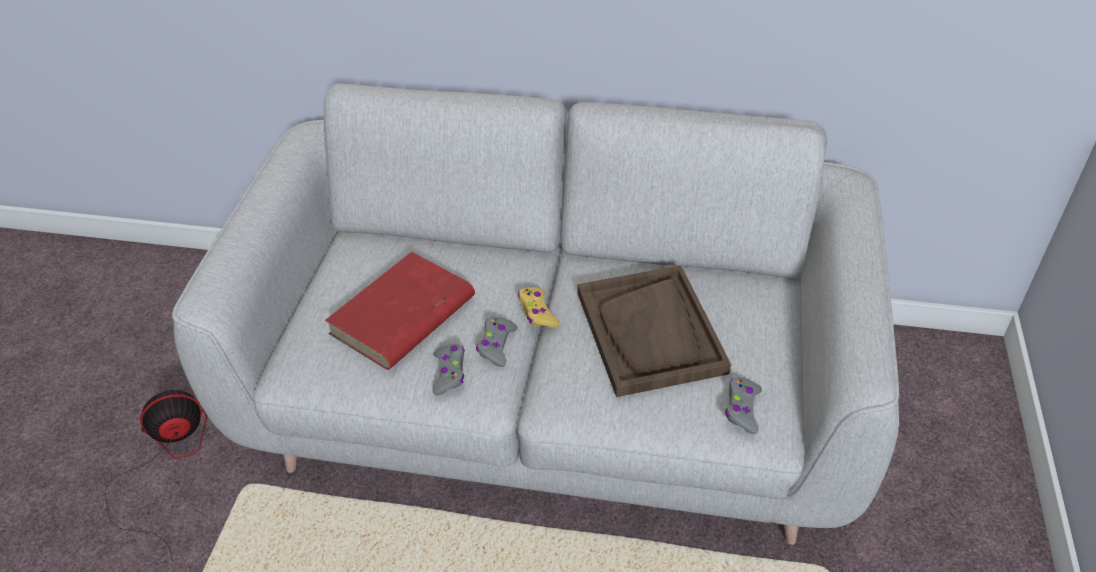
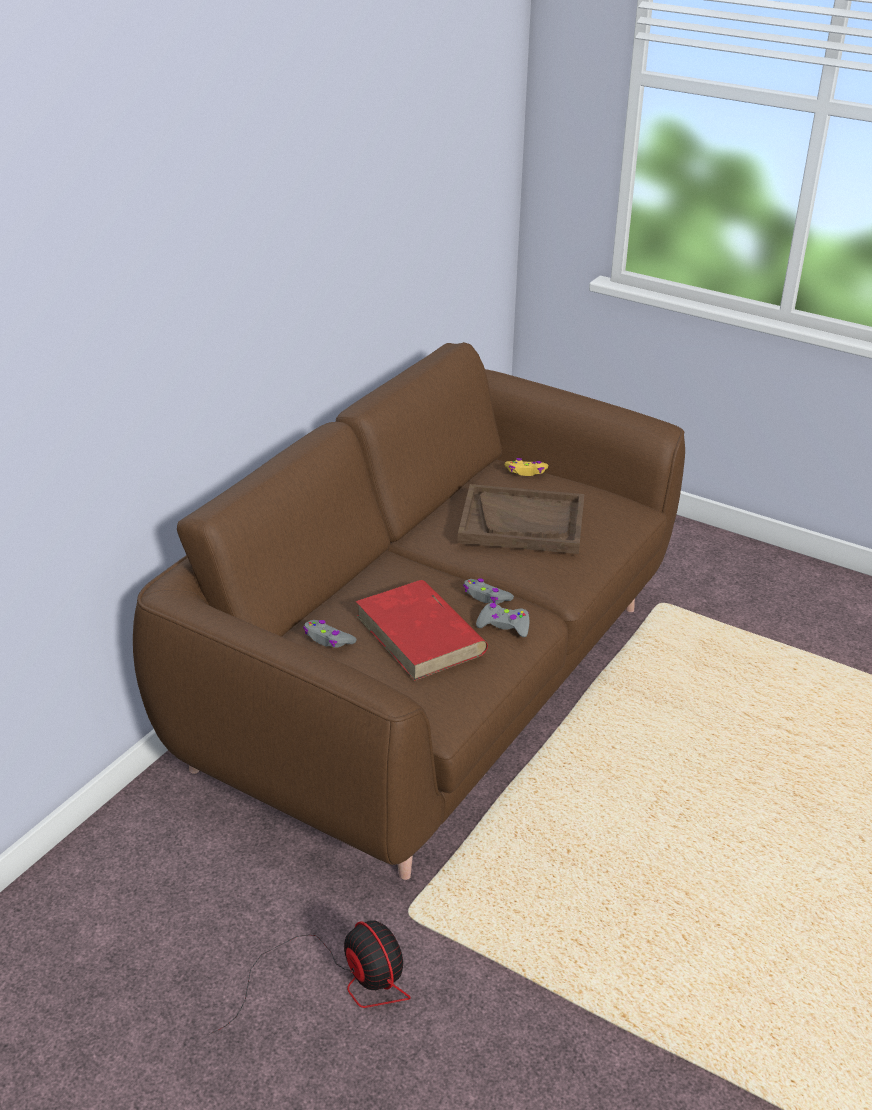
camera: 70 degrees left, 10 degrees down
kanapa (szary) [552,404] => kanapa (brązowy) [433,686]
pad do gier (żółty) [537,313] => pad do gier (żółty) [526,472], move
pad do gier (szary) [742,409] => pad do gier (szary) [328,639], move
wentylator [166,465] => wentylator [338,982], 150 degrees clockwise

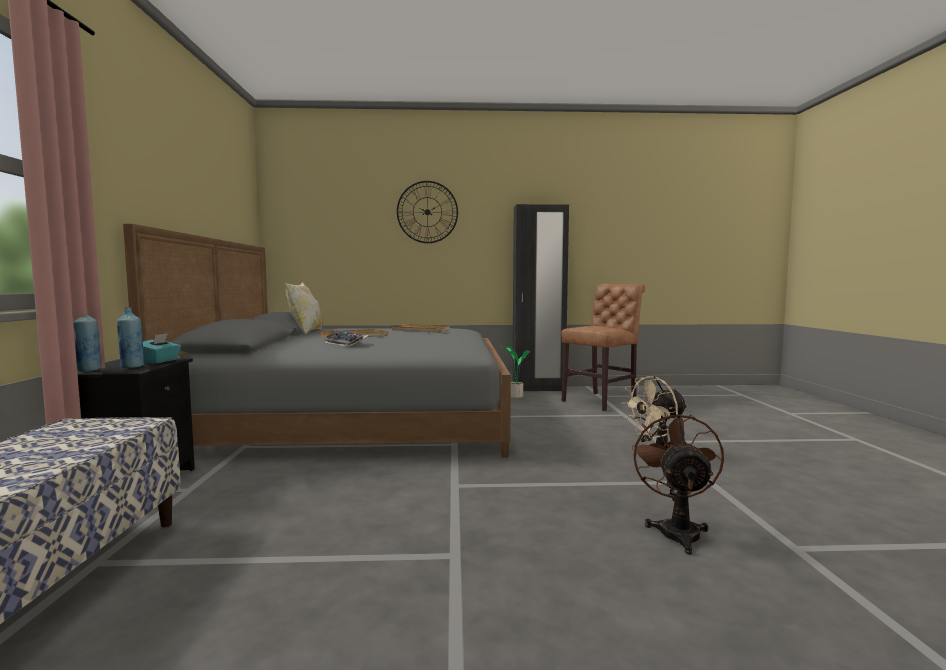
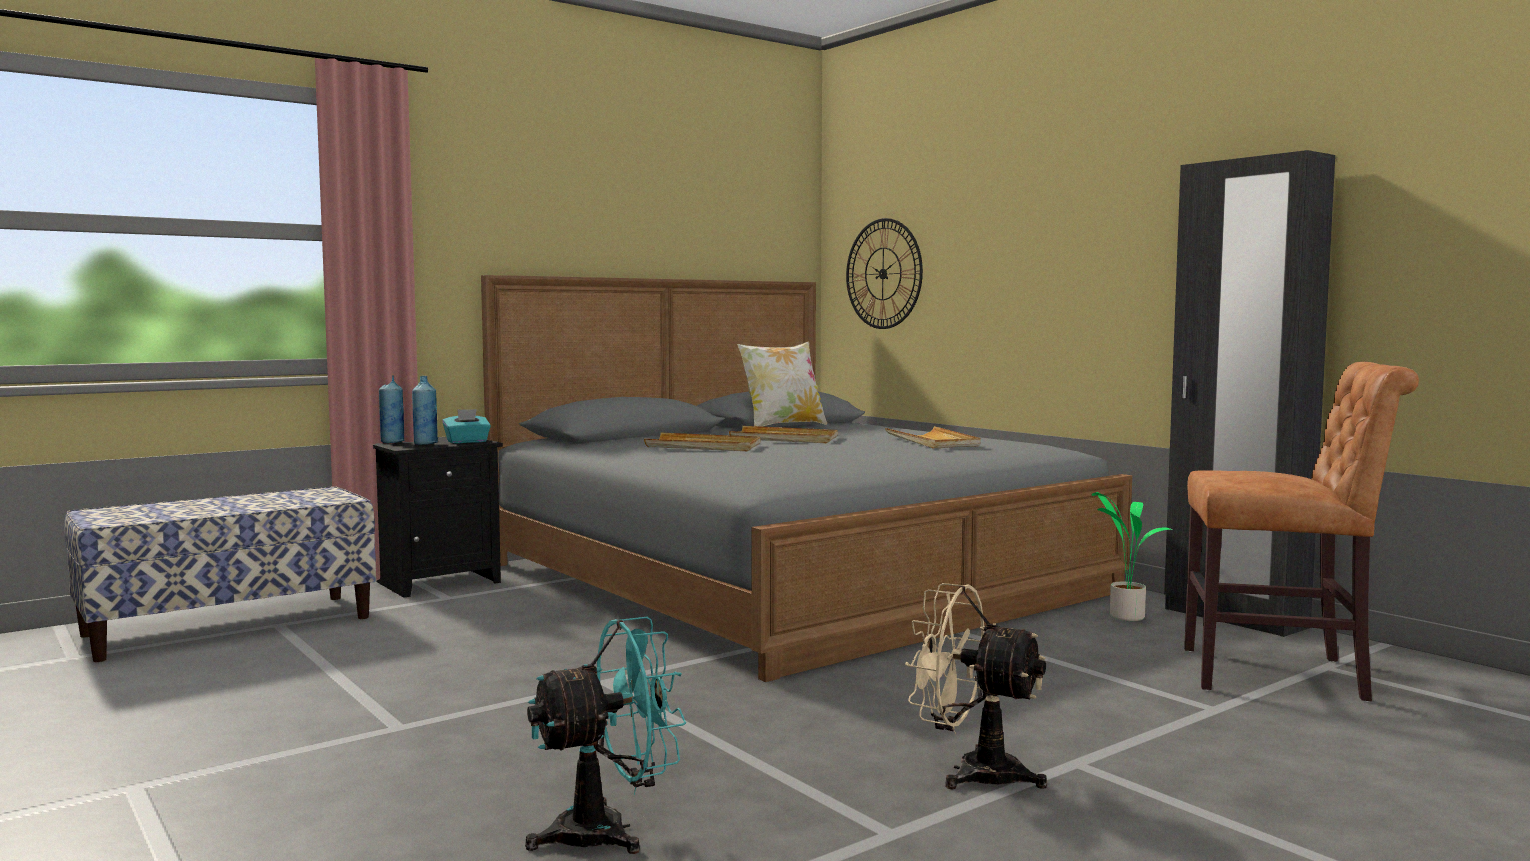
camera: 55 degrees right, 0 degrees up
zegar ścienny [427,212] => zegar ścienny [883,274], move
klawiatura [346,343] => taca (beżowy) [703,447]
wentylator (brązowy) [677,530] => wentylator (turkusowy) [609,831]

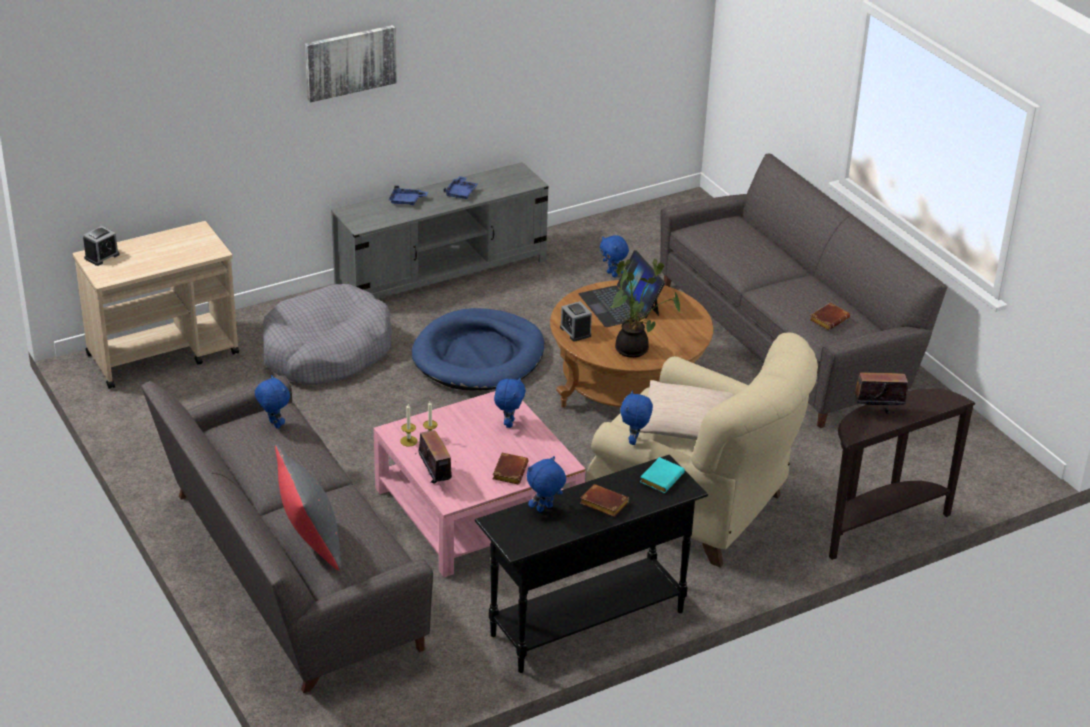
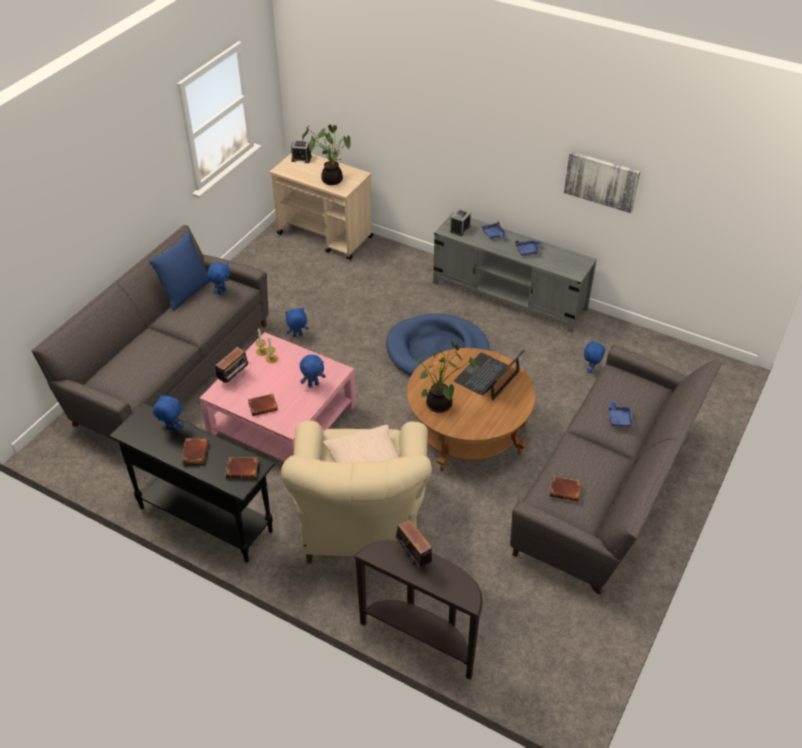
camera: 60 degrees right, 10 degrees up
obraz [350,62] => obraz [601,181], move
legowisko (szary) [326,351] => nothing
budzik [575,331] => budzik [460,229], move
pluszak (niebieski) [634,441] => pluszak (niebieski) [297,336], move
poduszka (szary) [310,541] => nothing
książka (turkusowy) [661,478] => książka (brązowy) [243,469]
nothing => roślina doniczkowa [331,179]
nothing => poduszka (niebieski) [185,292]
nothing => taca (niebieski) [619,418]

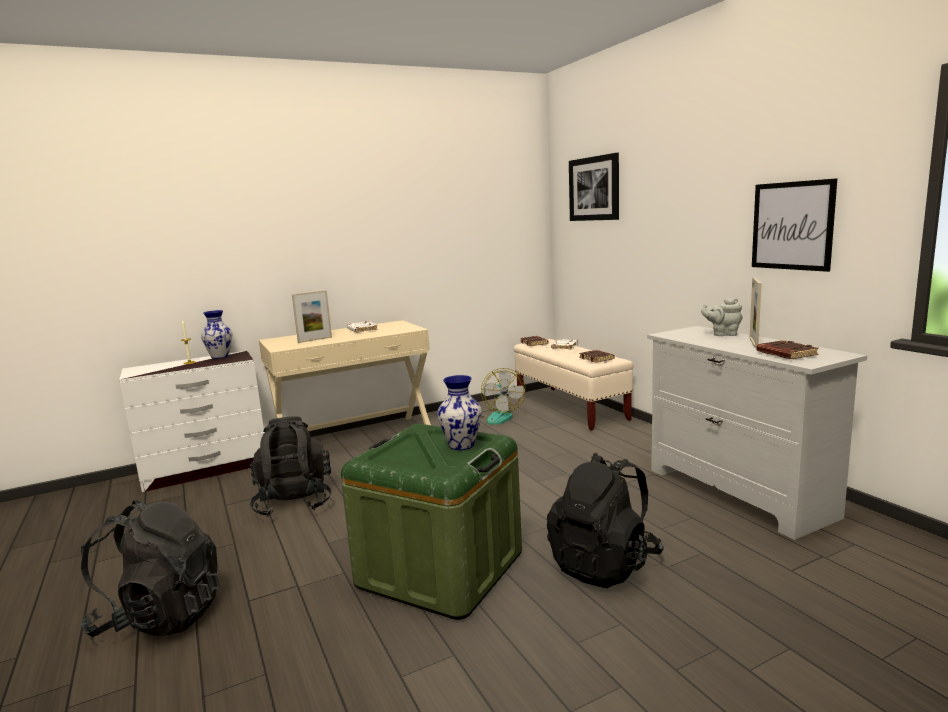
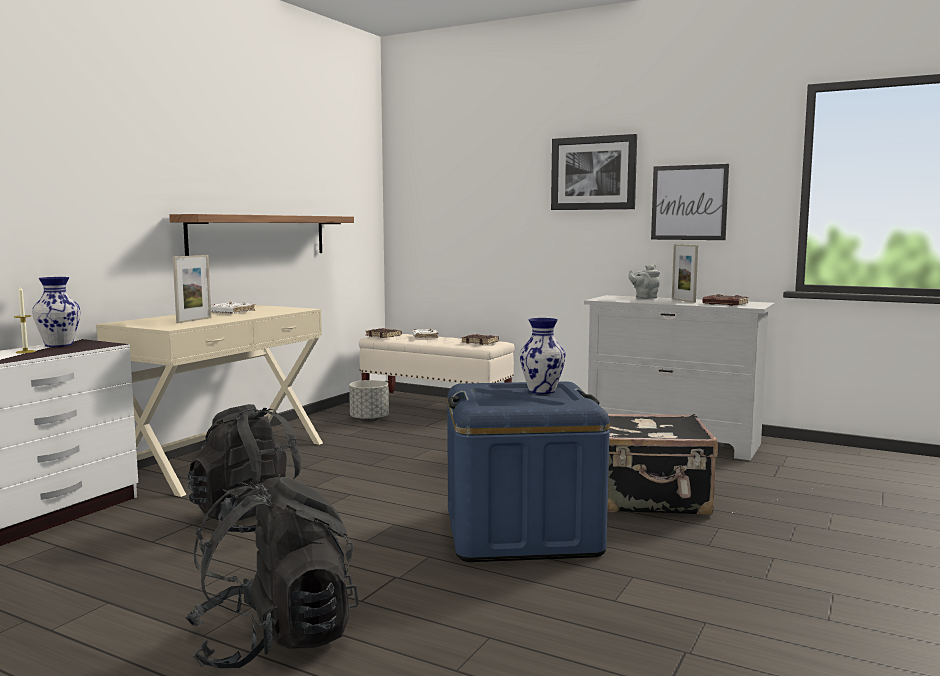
camera: 35 degrees left, 5 degrees down
obraz [594,188] => obraz [593,173], move
wentylator [498,416] => donica (szary) [369,419]
pojemnik do przechowywania (zielony) [440,569] => pojemnik do przechowywania (niebieski) [521,532]
plecak (czarny) [604,565] => walizka (czarny) [651,499]
nothing => półka [259,235]

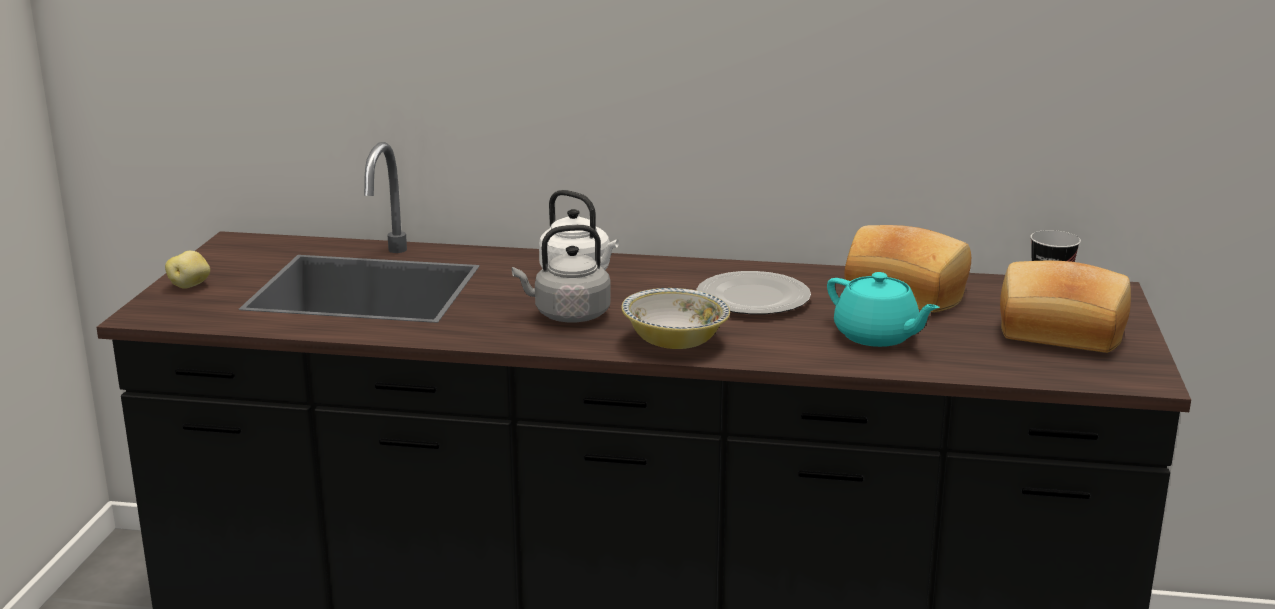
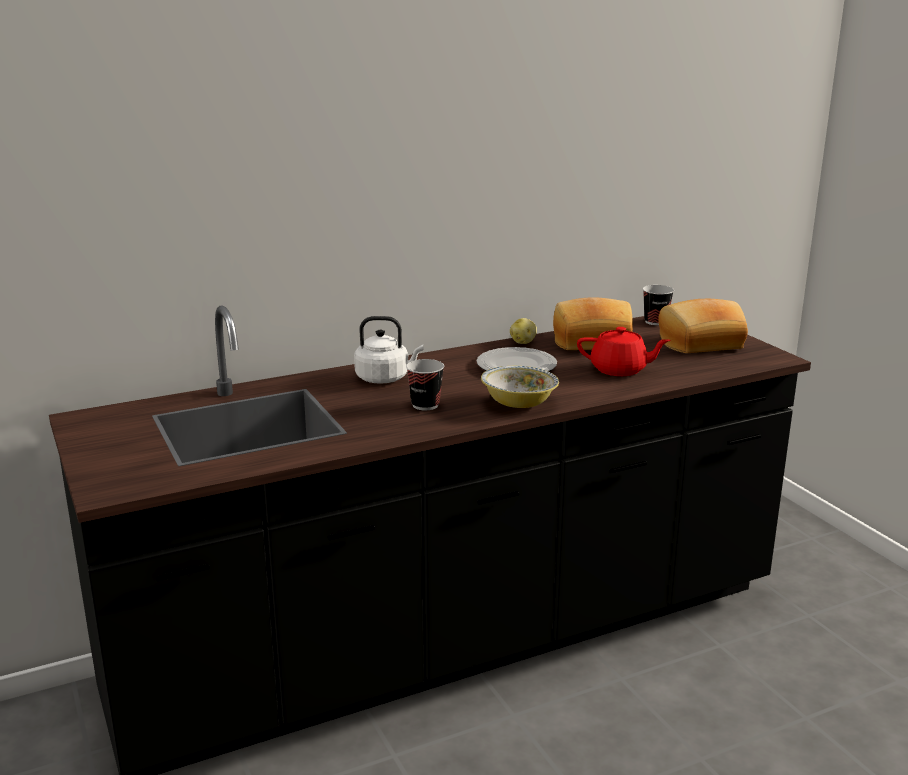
camera: 35 degrees left, 0 degrees up
czajnik (szary) [568,315] => filiżanka [425,405]
ziemniak [190,286] => ziemniak [523,342], move
imbryk (turkusowy) [877,336] => imbryk (czerwony) [620,370]

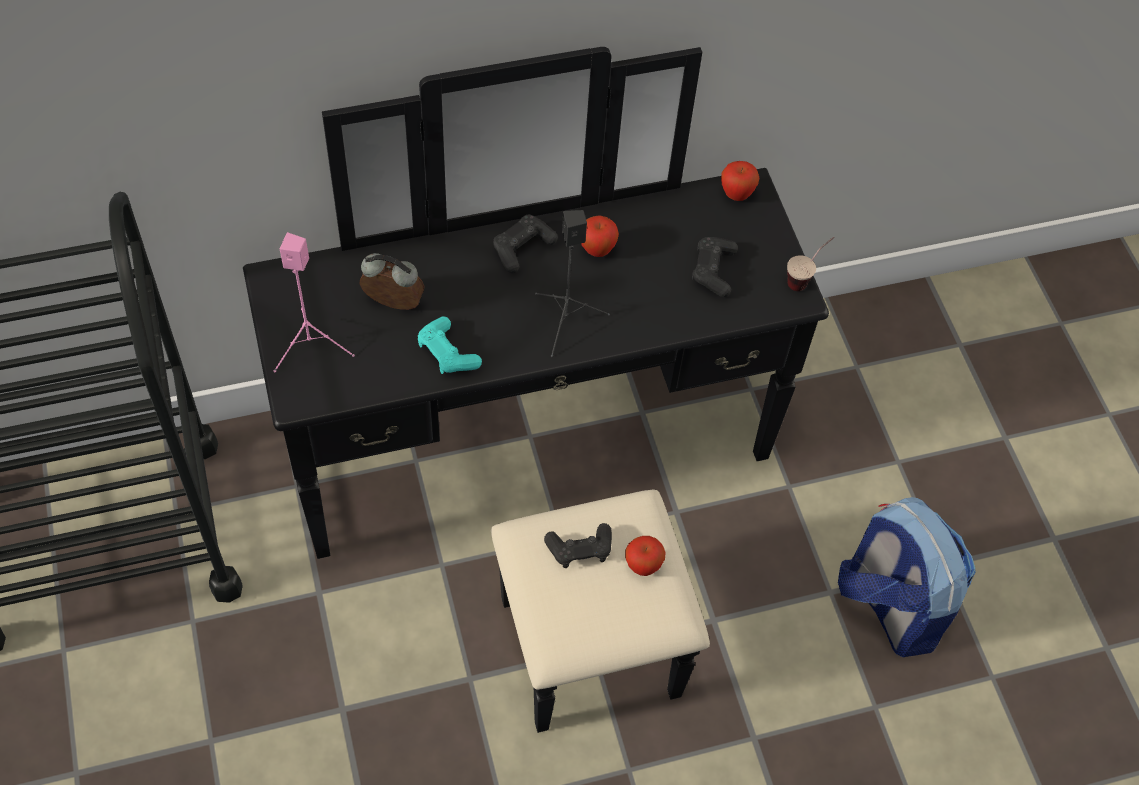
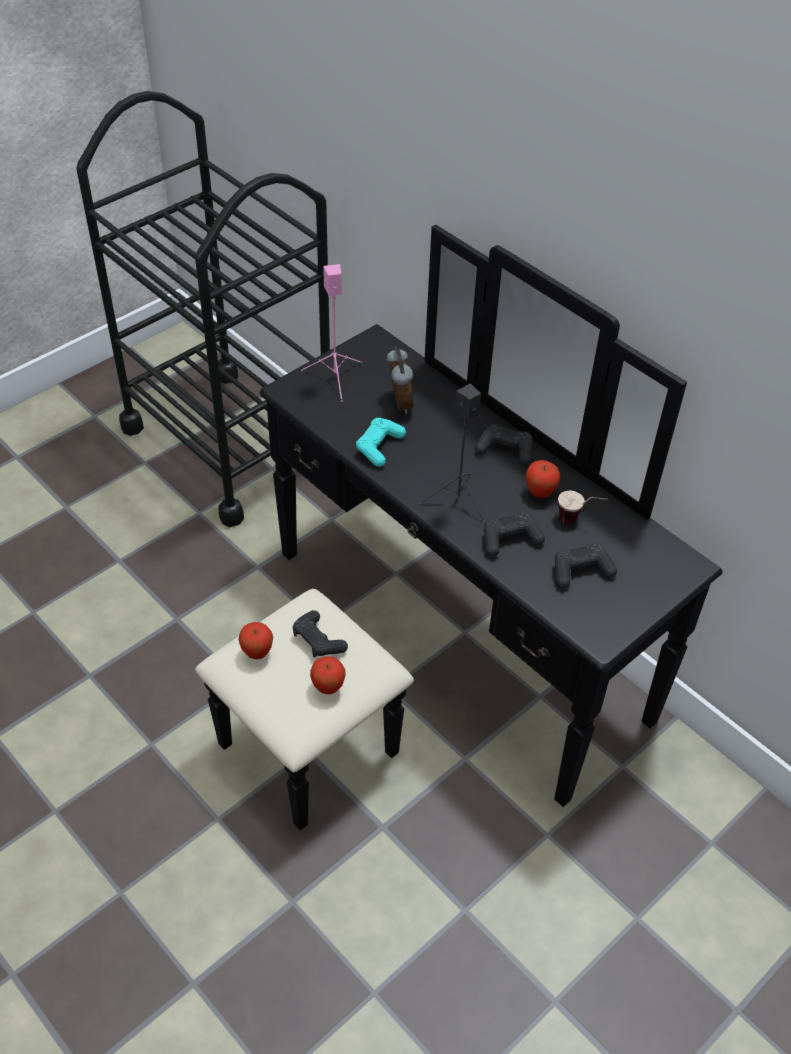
camera: 65 degrees right, 10 degrees down
jabłko [736,195] => jabłko [257,652], move
filiżanka [805,278] => filiżanka [578,521], move
plecak [888,605] => nothing
nothing => pad do gier (czarny) [510,540]

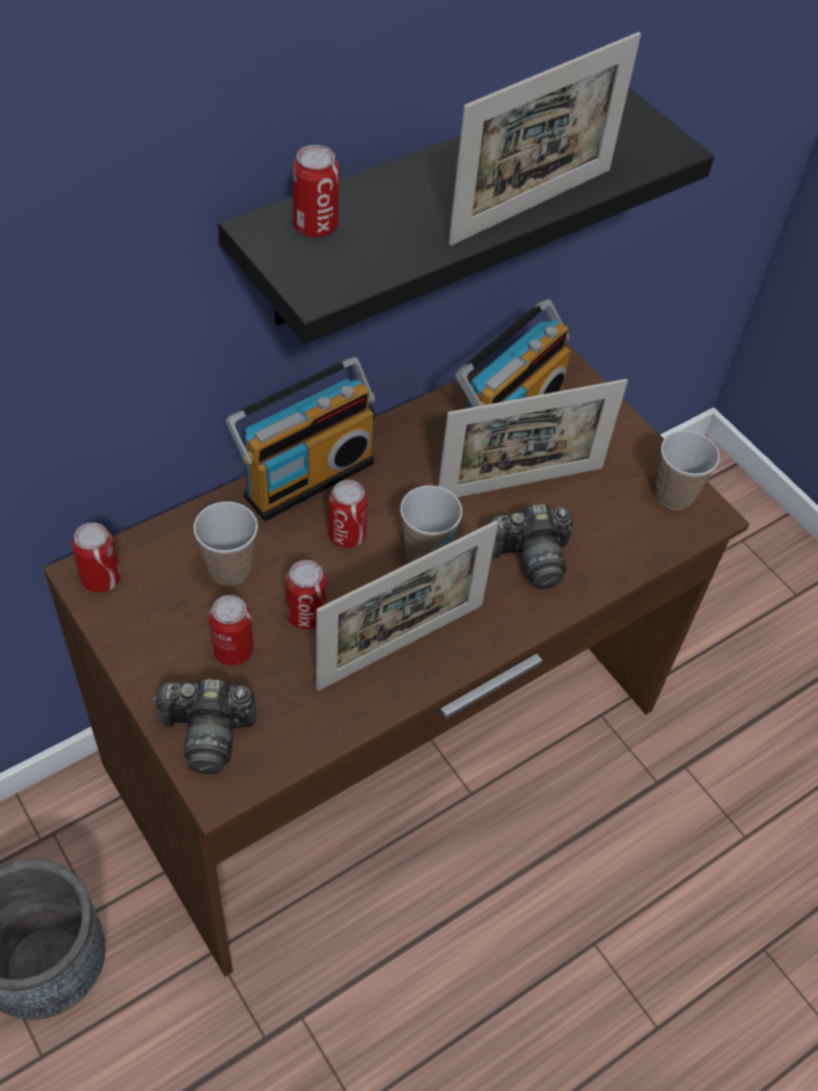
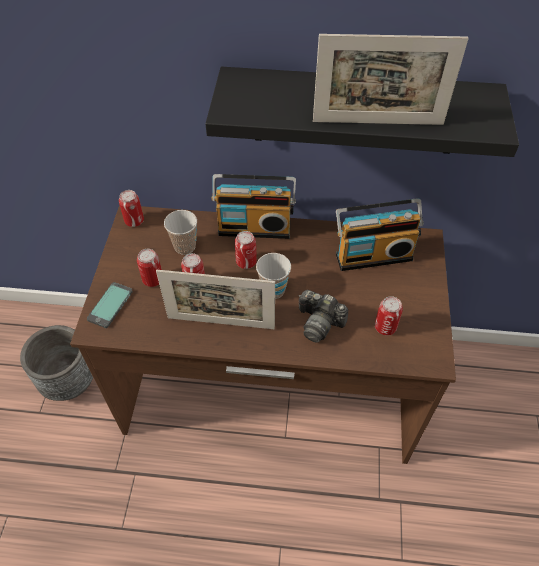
camera: 45 degrees right, 0 degrees up
puszka [315,226] => puszka [385,327], move
ramka na zdjęcie [520,483] => nothing
filiżanka [674,495] => nothing
aparat fotograficzny [207,733] => telefon [110,305]

